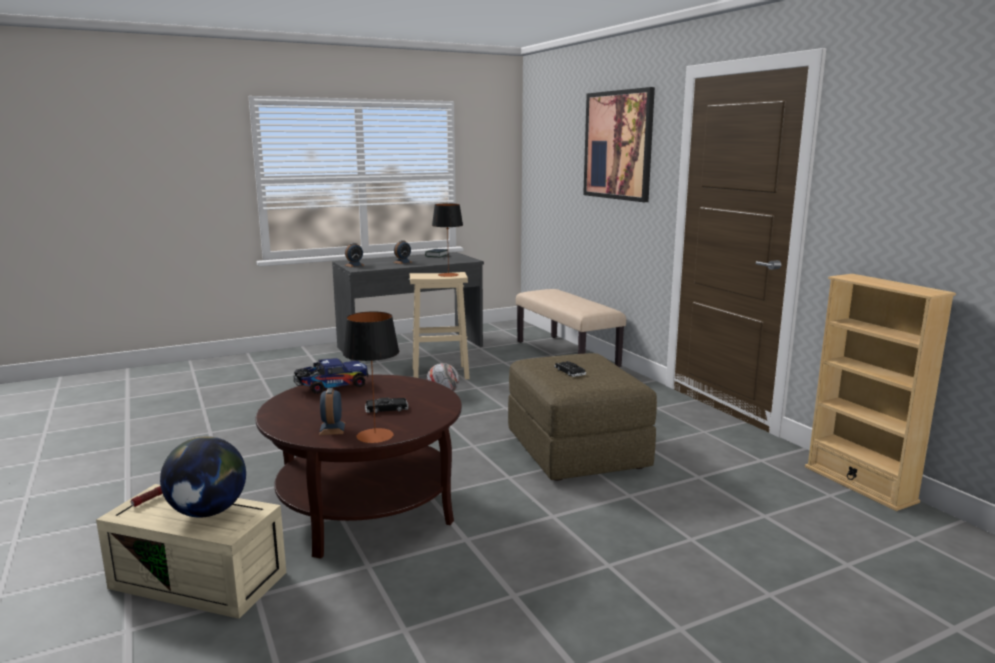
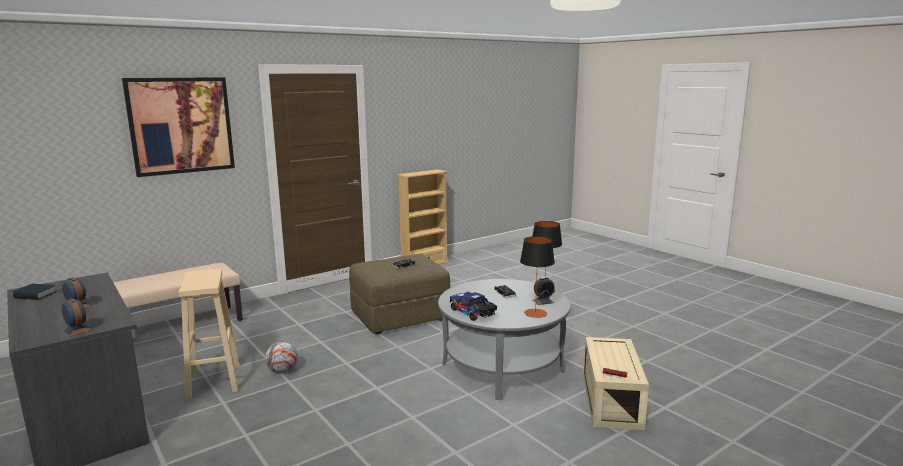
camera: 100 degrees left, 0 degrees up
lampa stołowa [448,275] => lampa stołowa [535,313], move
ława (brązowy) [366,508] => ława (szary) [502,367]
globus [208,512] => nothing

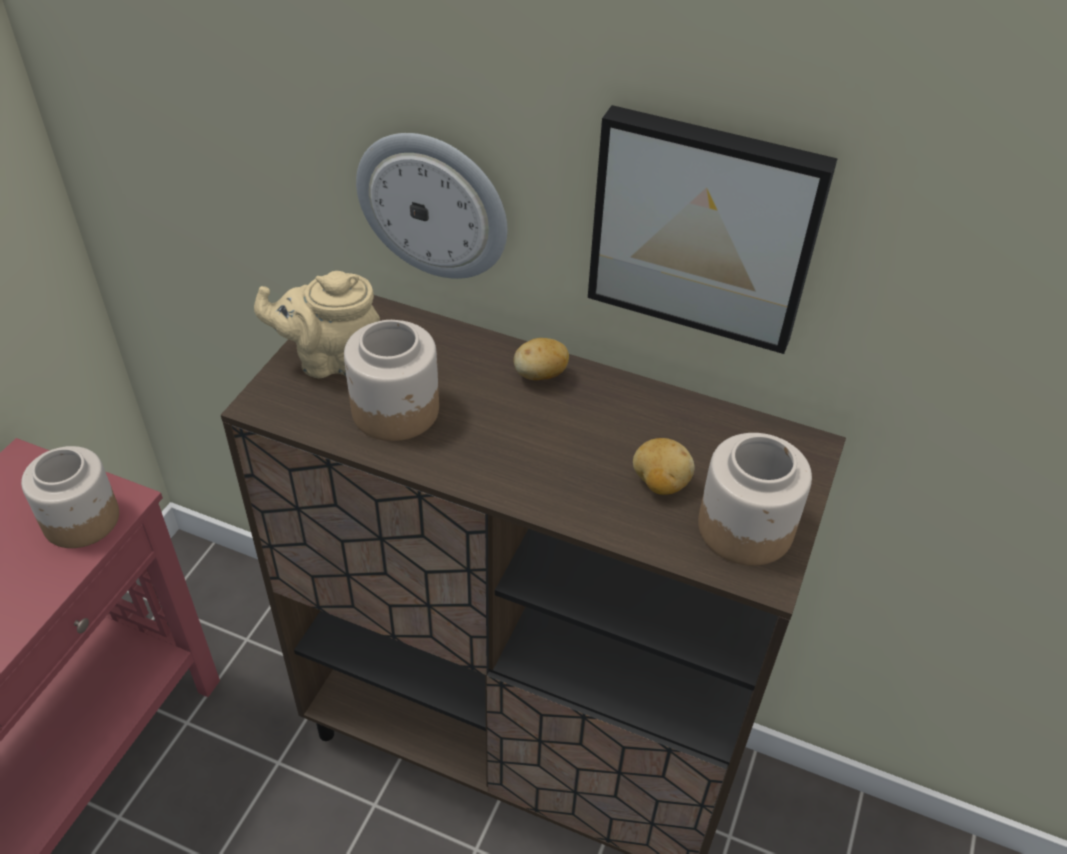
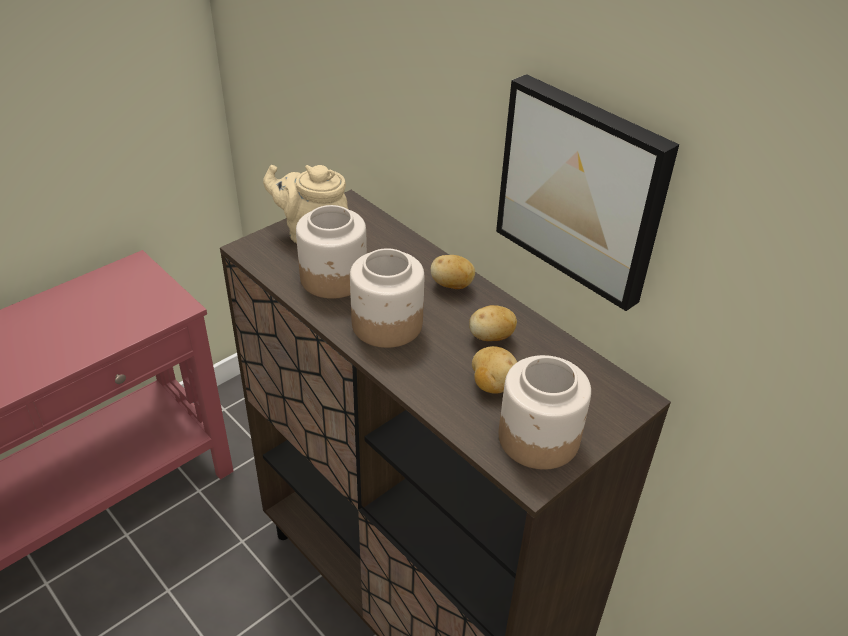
camera: 25 degrees right, 5 degrees down
zegar ścienny [433,205] => nothing
słoik [80,520] => słoik [386,324], move
nothing => ziemniak [491,337]

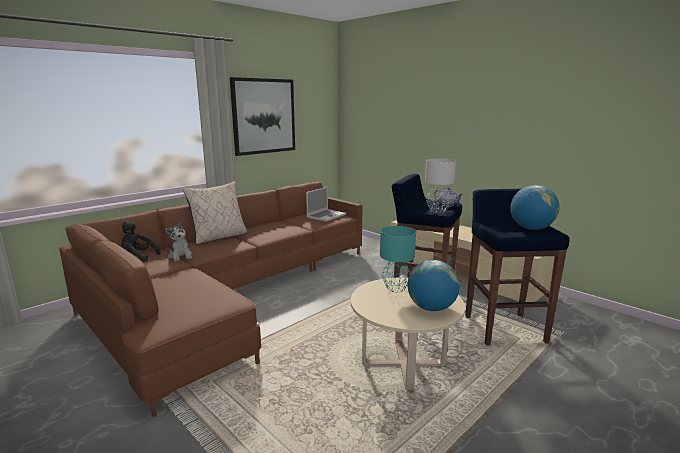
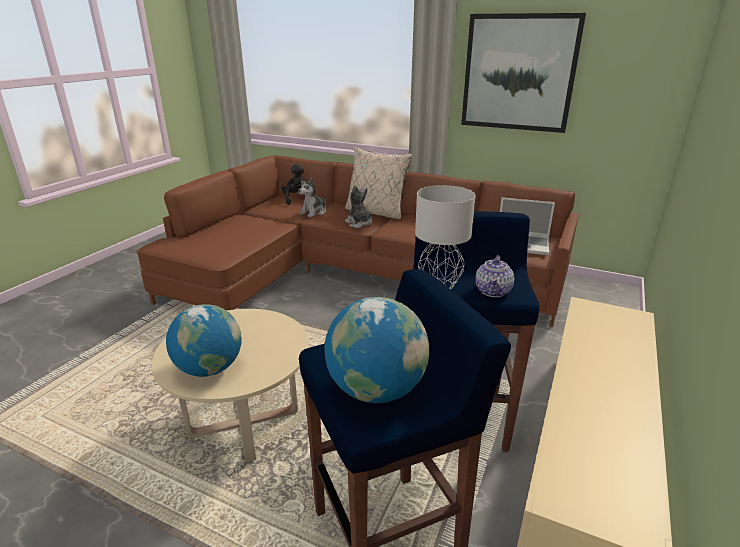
camera: 70 degrees right, 10 degrees up
lampa stołowa (turkusowy) [396,288] => nothing
nothing => pluszak [359,224]

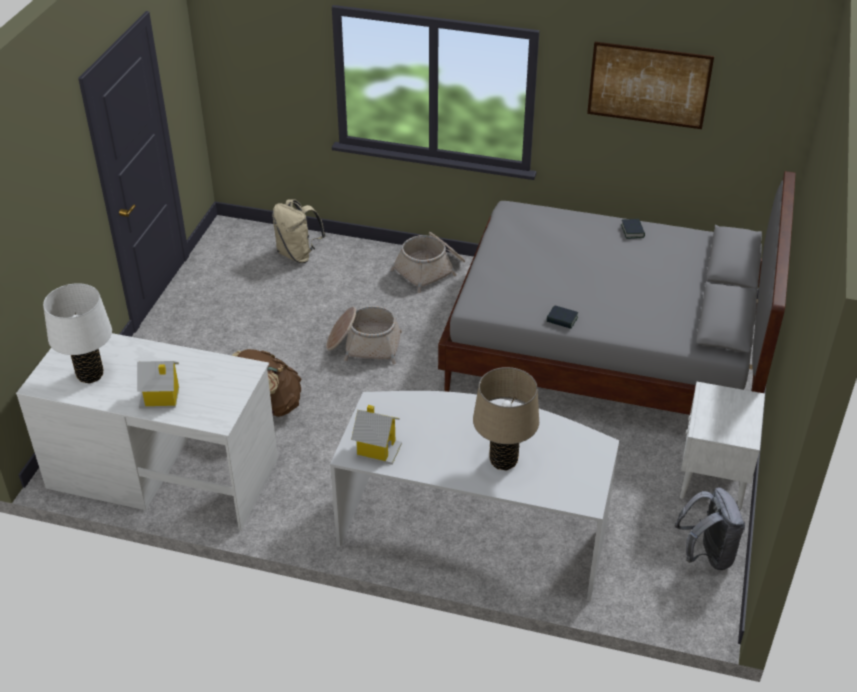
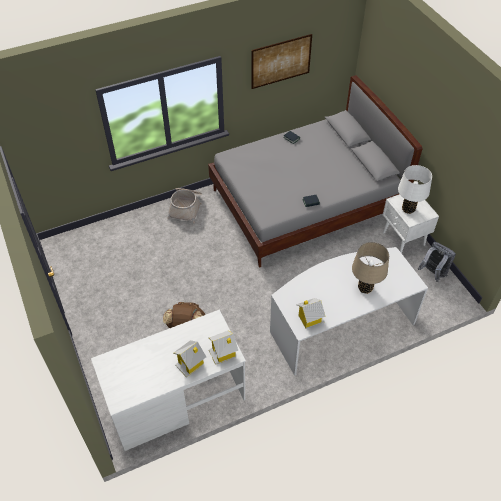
camera: 40 degrees left, 10 degrees up
plecak (beżowy) [298,254] => nothing
lampa stołowa (biały) [90,375] => lampa stołowa (biały) [408,209], move
koszyk [364,345] => nothing
nothing => domek [223,353]

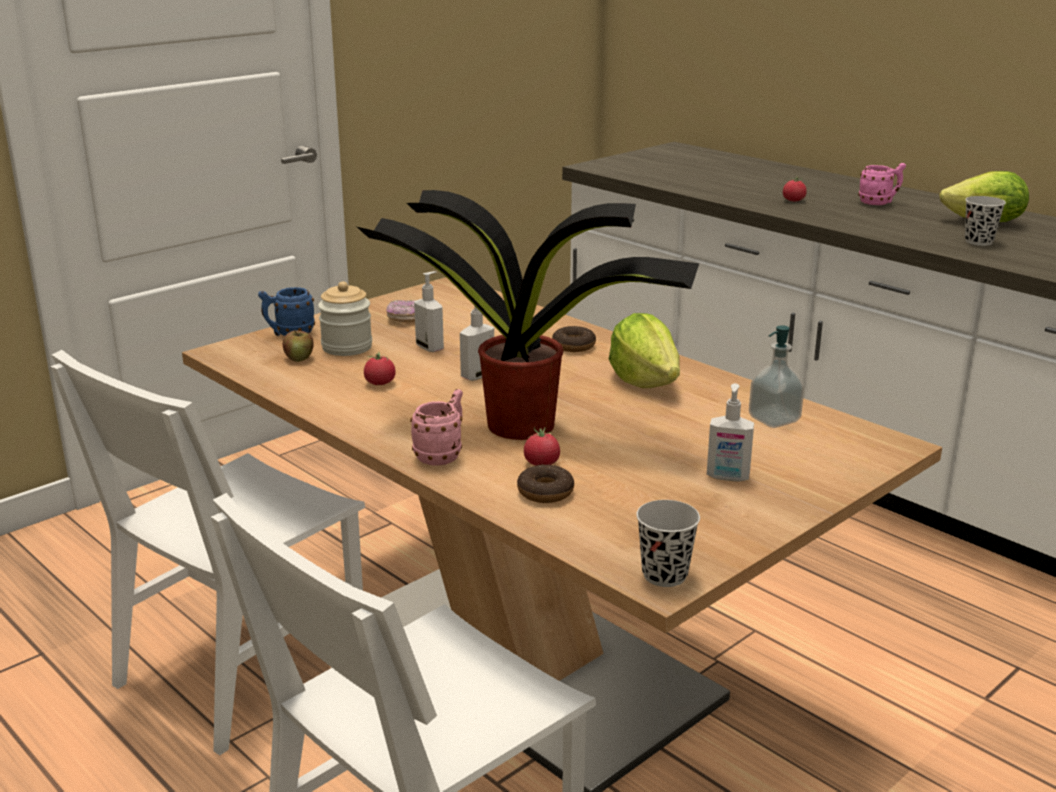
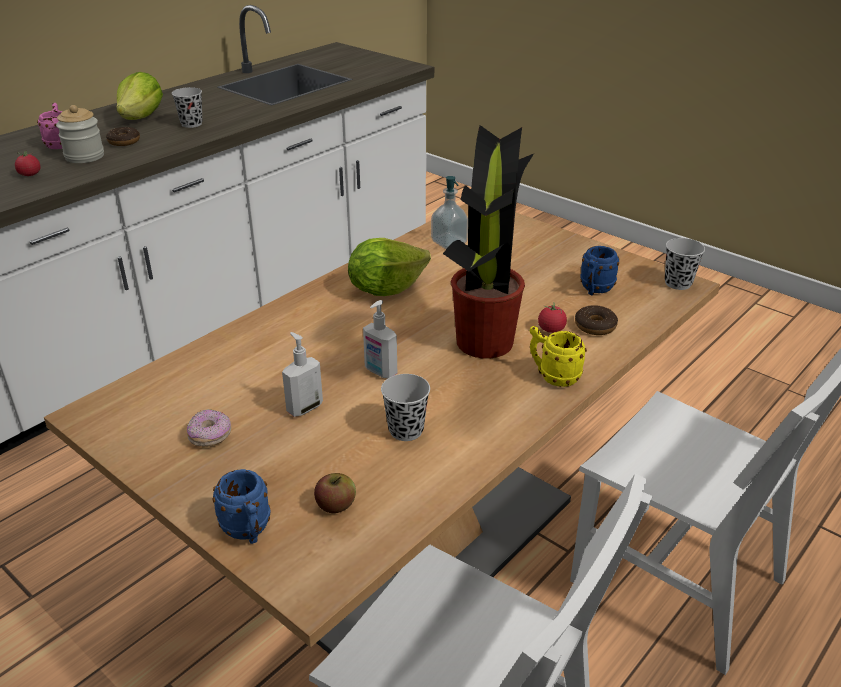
camera: 95 degrees left, 10 degrees up
słoik [347,347] => słoik [84,156], move
donut [573,346] => donut [124,141], move
pomidor [380,383] => filiżanka (czarny) [406,430]
dozownik mydła [727,477] => nothing
kubek (różowy) [442,455] => kubek (żółty) [553,376]
nothing => kubek (niebieski) [594,290]

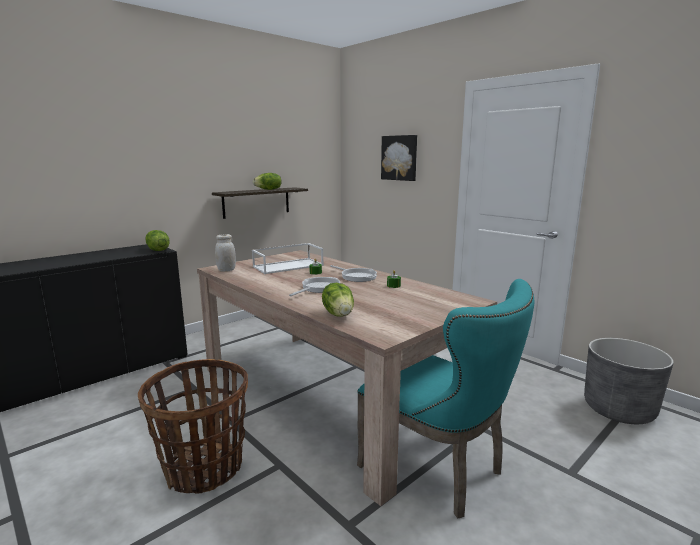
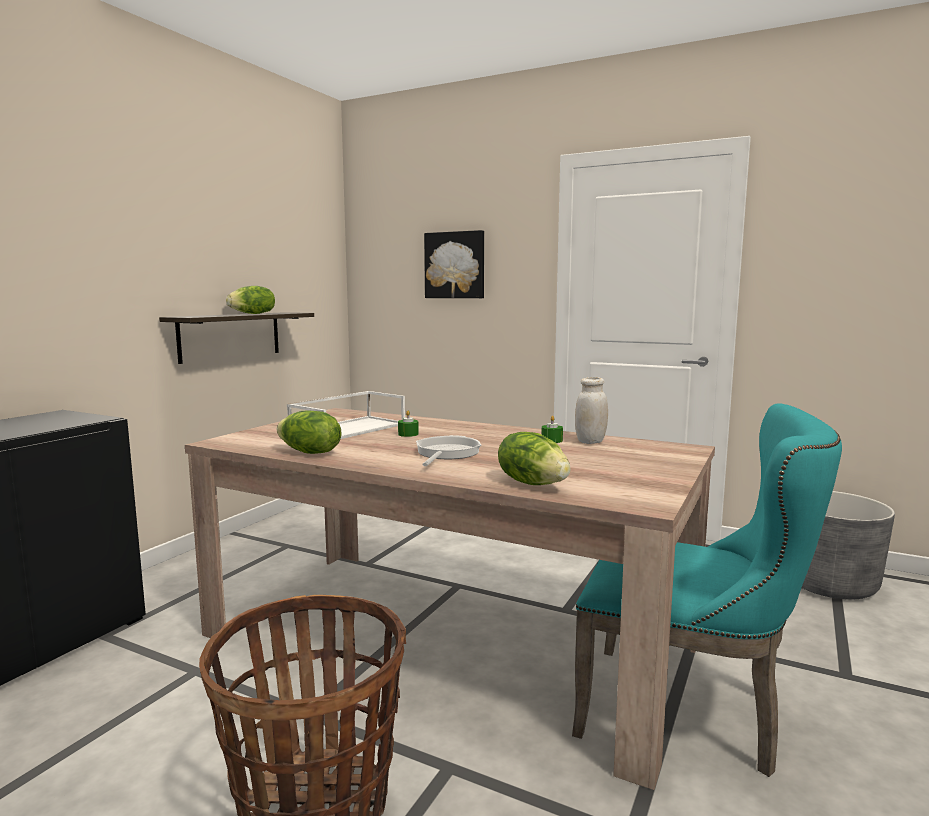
camera: 20 degrees left, 5 degrees down
sałata [157,250] => sałata [309,452], move
słoik (biały) [226,270] => słoik (biały) [590,441], move
patelnia [357,276] => nothing

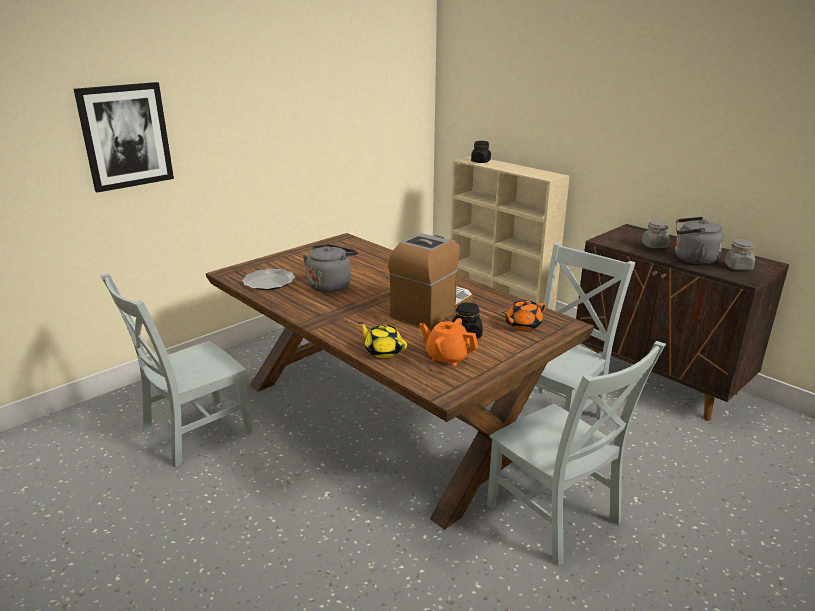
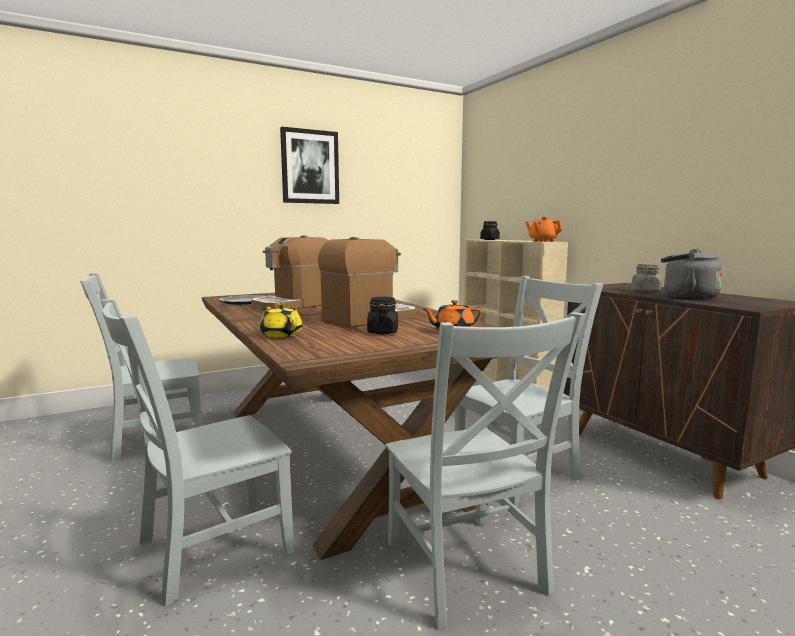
camera: 15 degrees right, 15 degrees down
obraz [125,136] => obraz [310,167], move
słoik (szary) [738,267] => nothing
czajnik (szary) [331,285] => ekspres do kawy [294,305]
imbryk (pomarańczowy) [447,357] => imbryk (pomarańczowy) [542,241], move
nothing => krzesło (szary) [208,549]

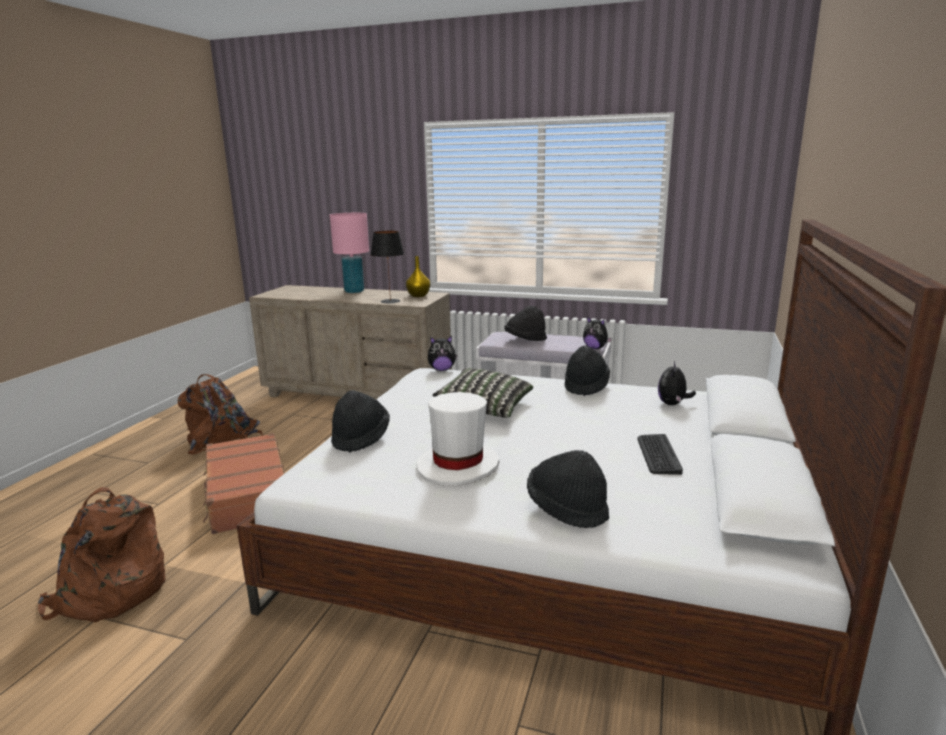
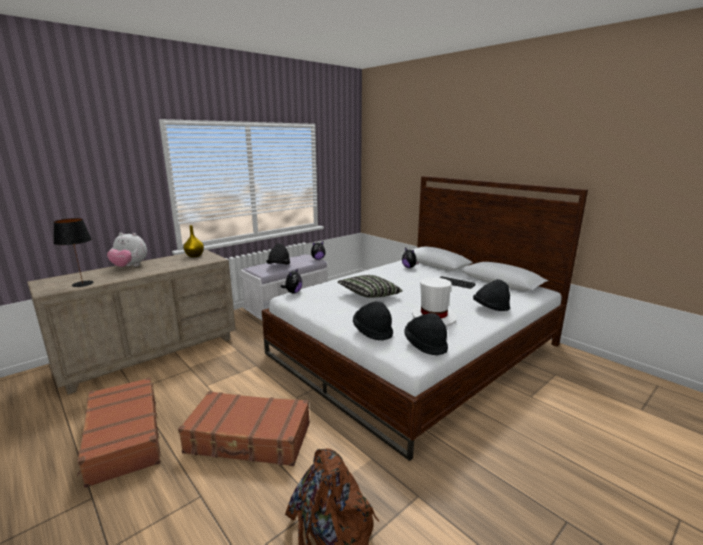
camera: 60 degrees left, 0 degrees up
lampa stołowa (różowy) [354,291] => pluszak [130,267]
lampa stołowa (czarny) [390,301] => lampa stołowa (czarny) [82,284], move
kapelusz (czarny) [586,386] => kapelusz (czarny) [425,345], move
plecak (brązowy) [223,441] => walizka (brązowy) [123,438]

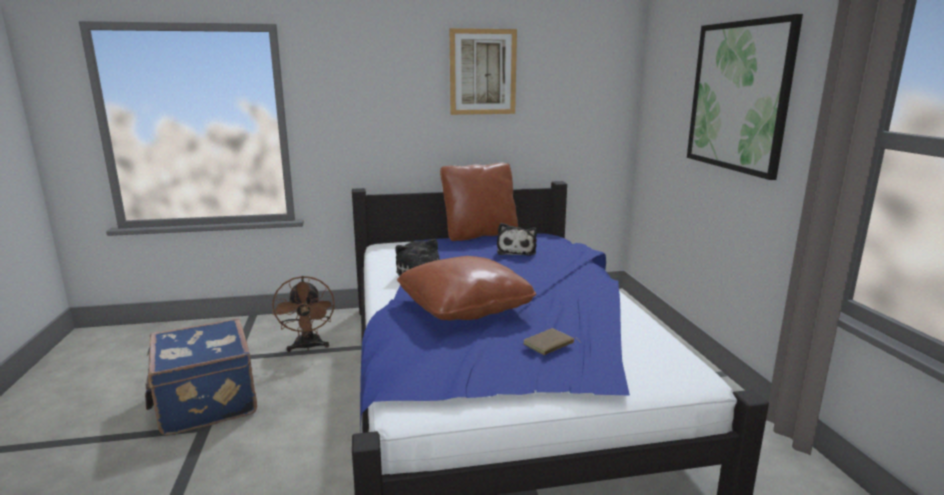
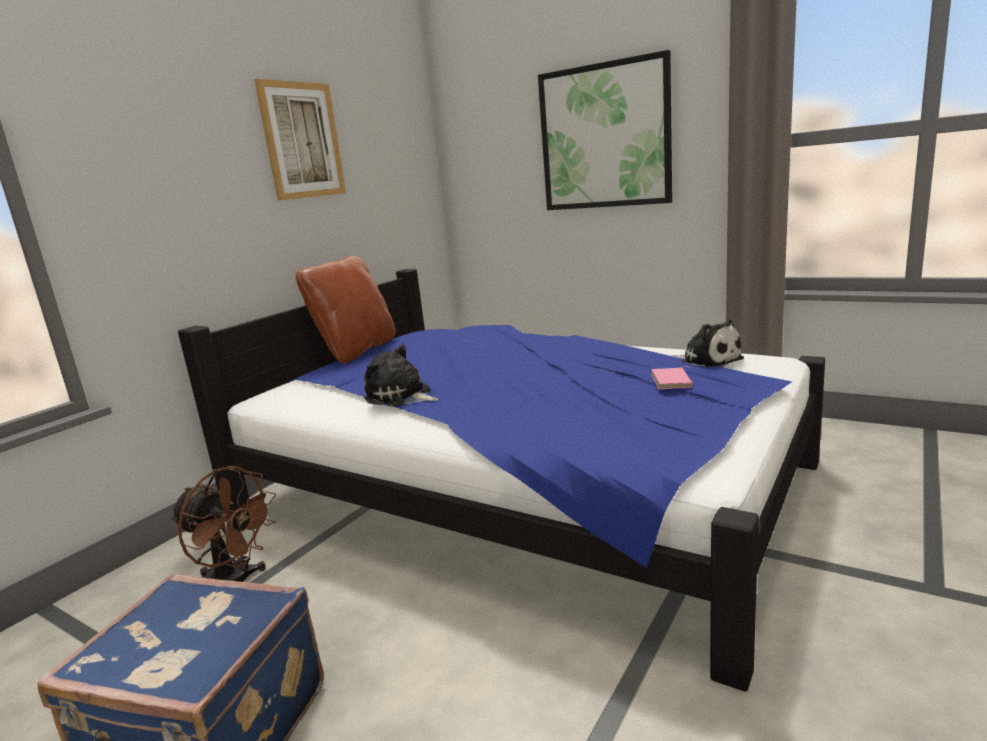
camera: 45 degrees left, 0 degrees up
pluszak [516,251] => pluszak [707,362], move
poduszka (brązowy) [465,307] => nothing
książka (brązowy) [549,345] => książka (różowy) [673,381]

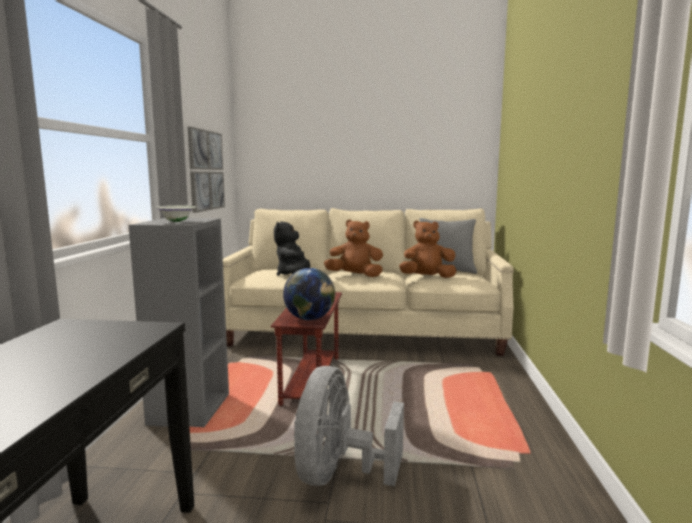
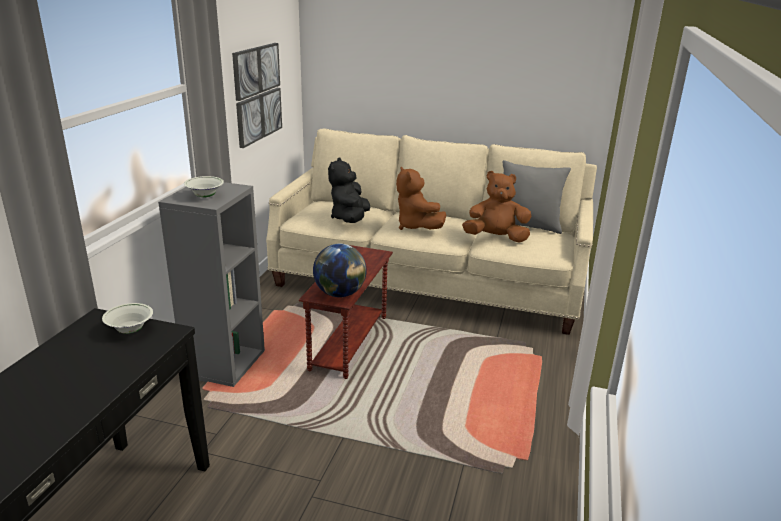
camera: 10 degrees right, 15 degrees up
pluszak (brązowy) [355,276] => pluszak (brązowy) [416,226], 135 degrees counterclockwise
wentylator (szary) [339,474] => nothing
nothing => miska (biały) [130,330]

